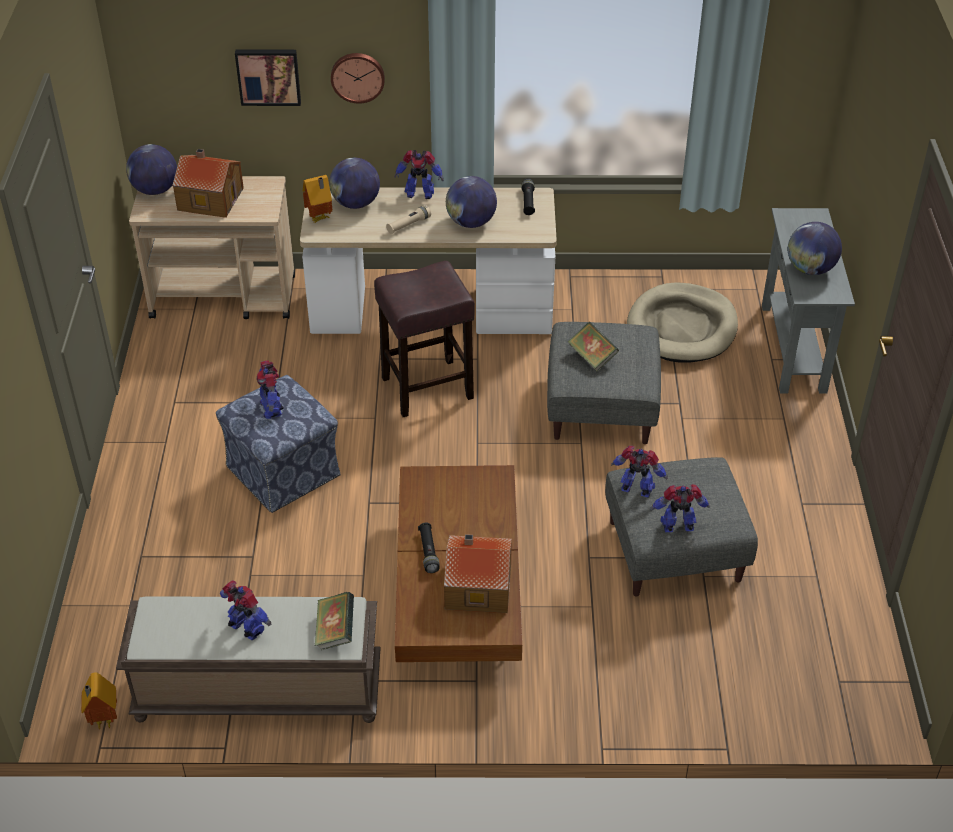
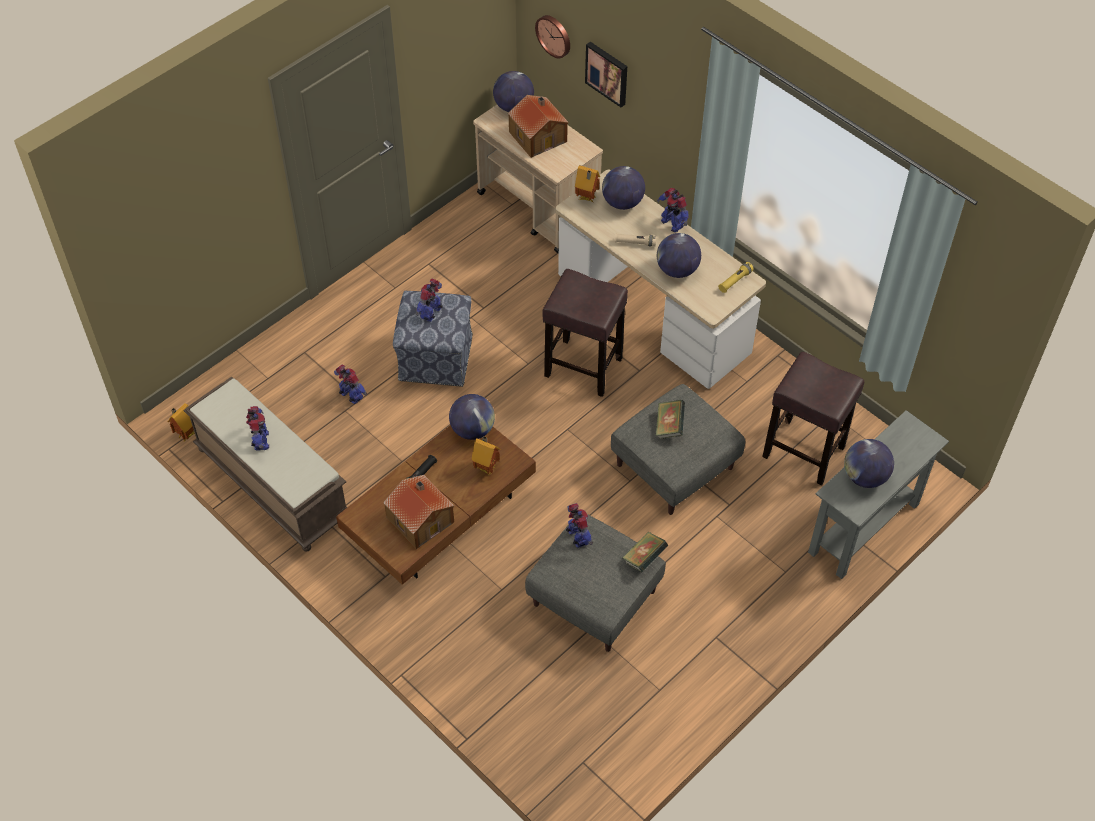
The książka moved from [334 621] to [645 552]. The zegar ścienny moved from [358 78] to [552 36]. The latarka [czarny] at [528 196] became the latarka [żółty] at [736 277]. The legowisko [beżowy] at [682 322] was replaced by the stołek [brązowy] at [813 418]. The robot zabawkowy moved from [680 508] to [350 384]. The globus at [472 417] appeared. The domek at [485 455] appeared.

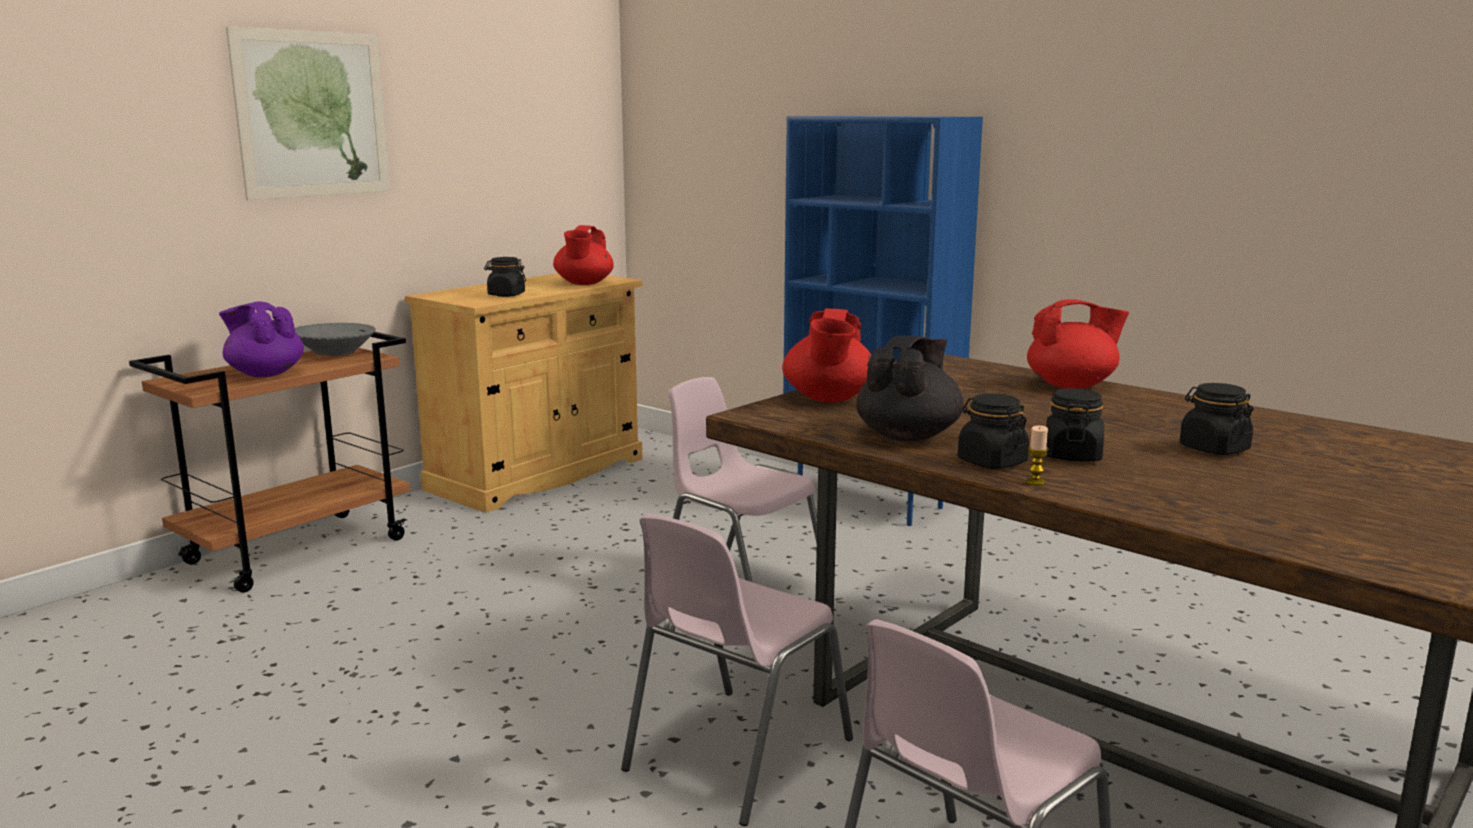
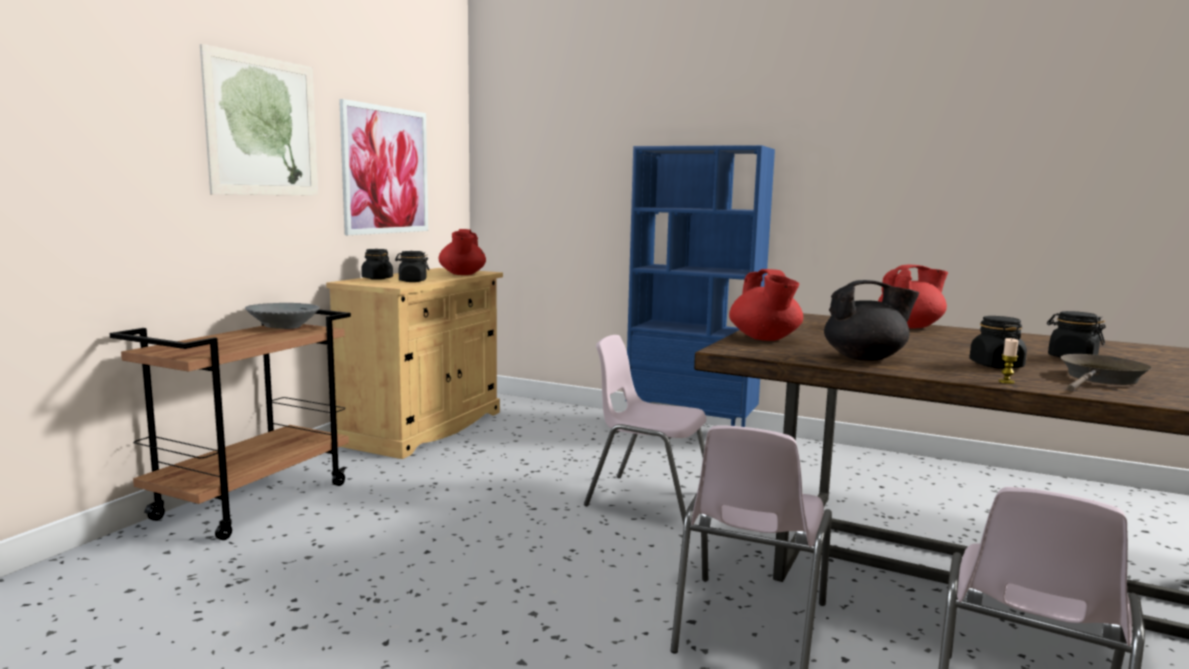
The imbryk [fioletowy] at [261 339] disappeared. The imbryk [czarny] at [910 388] turned 75 degrees clockwise. The słoik [czarny] moved from [993 431] to [377 264]. The obraz at [383 167] appeared. The patelnia [brązowy] at [1106 372] appeared.

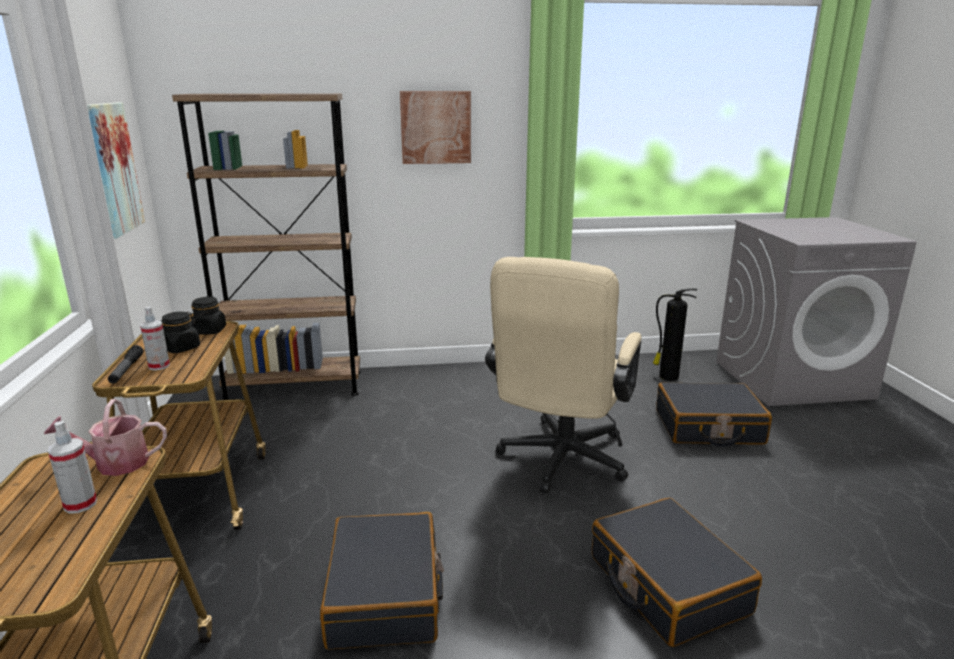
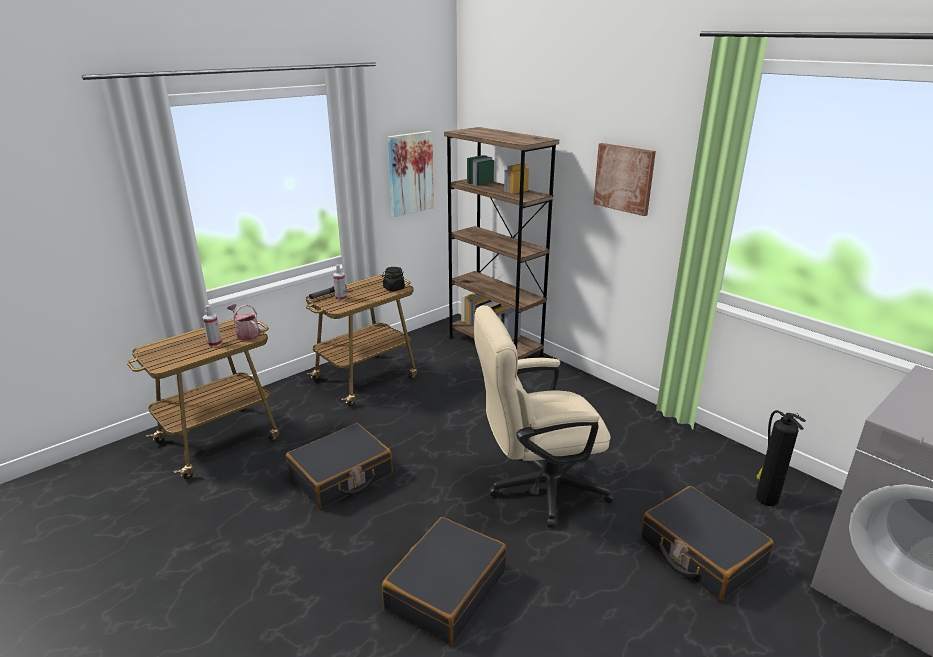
The słoik [czarny] at [180 332] disappeared.

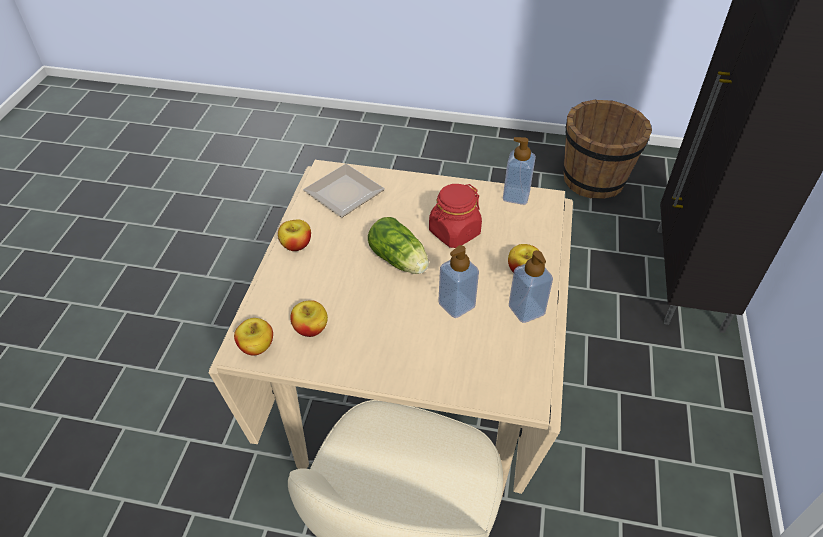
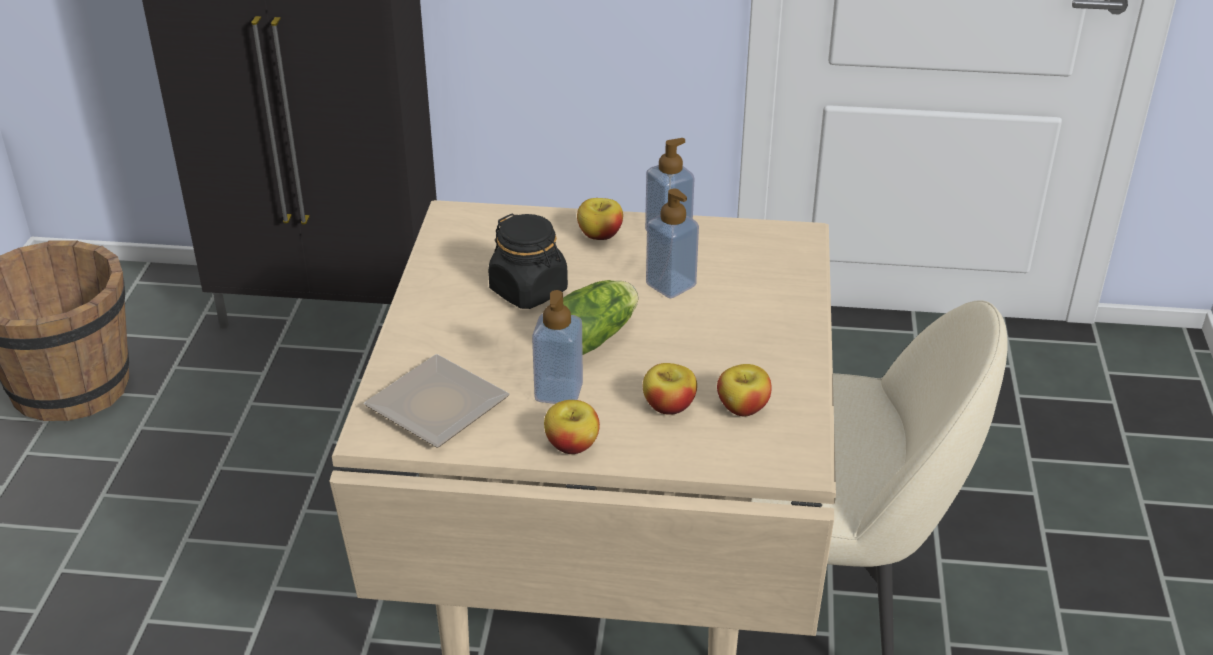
The jabłko moved from [253 337] to [670 389]. The słoik [czerwony] at [455 216] became the słoik [czarny] at [528 261]. The dozownik mydła moved from [519 171] to [557 347].

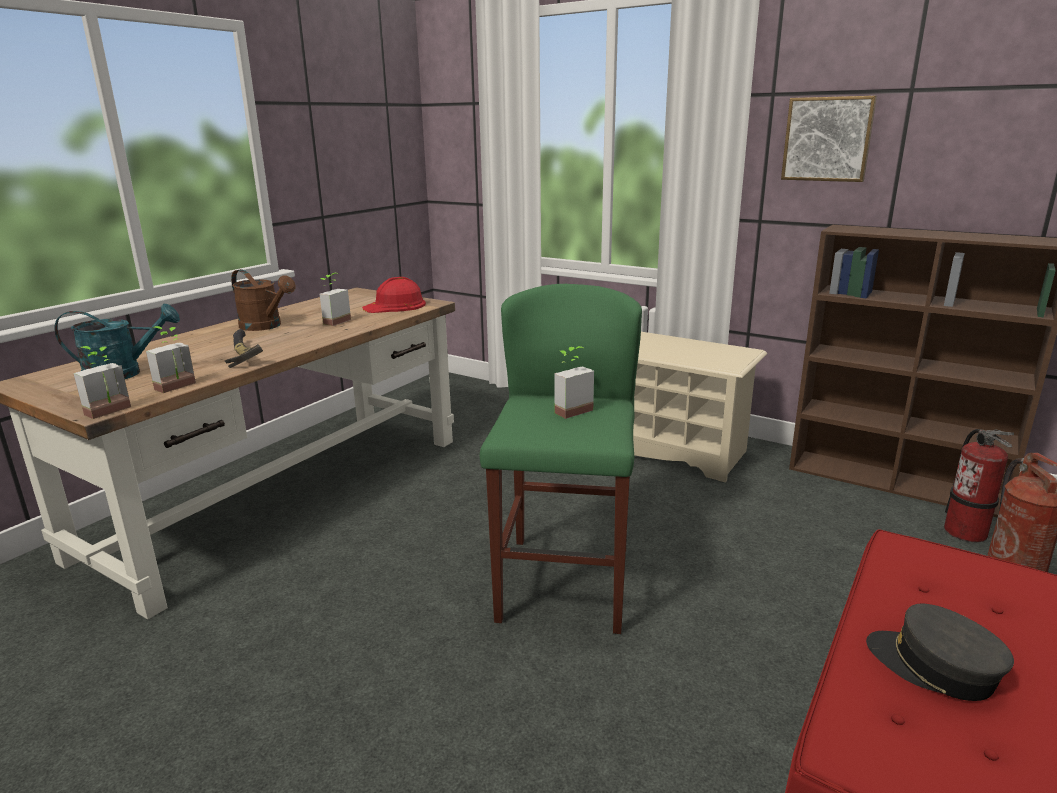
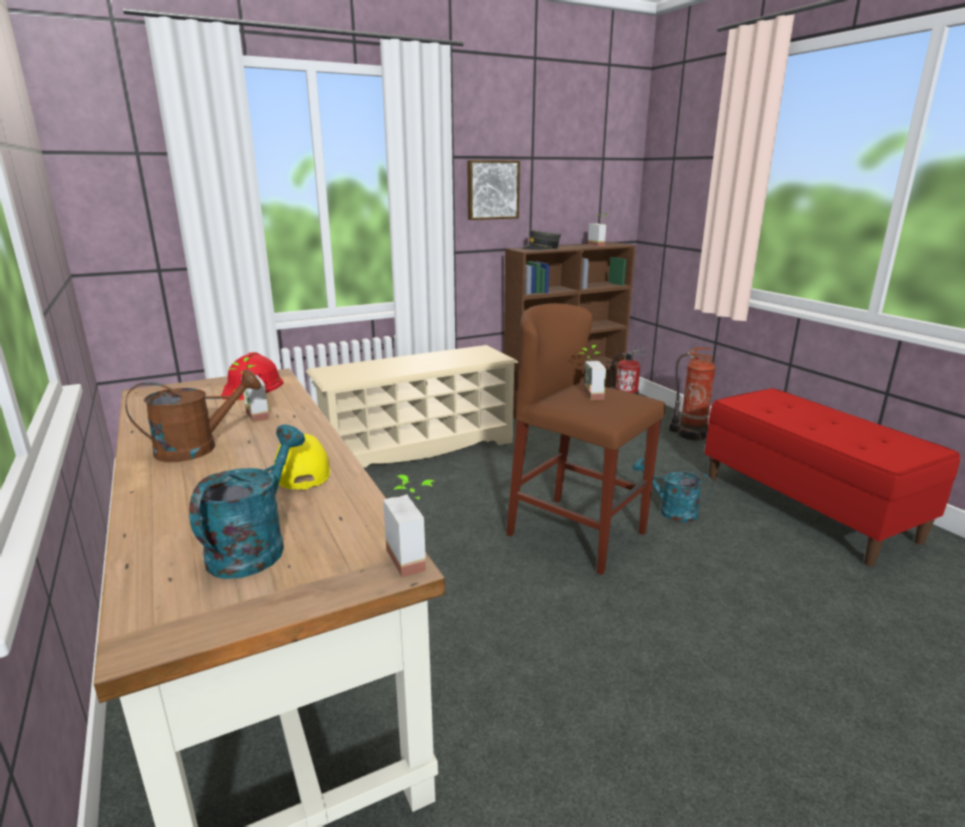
The roślina doniczkowa moved from [171 359] to [598 229]. The młotek at [244 348] was replaced by the czapka z daszkiem [żółty] at [302 462]. The stołek [zielony] at [561 459] became the stołek [brązowy] at [585 439]. The czapka z daszkiem [szary] moved from [940 652] to [541 240]. The konewka [turkusowy] at [672 490] appeared.

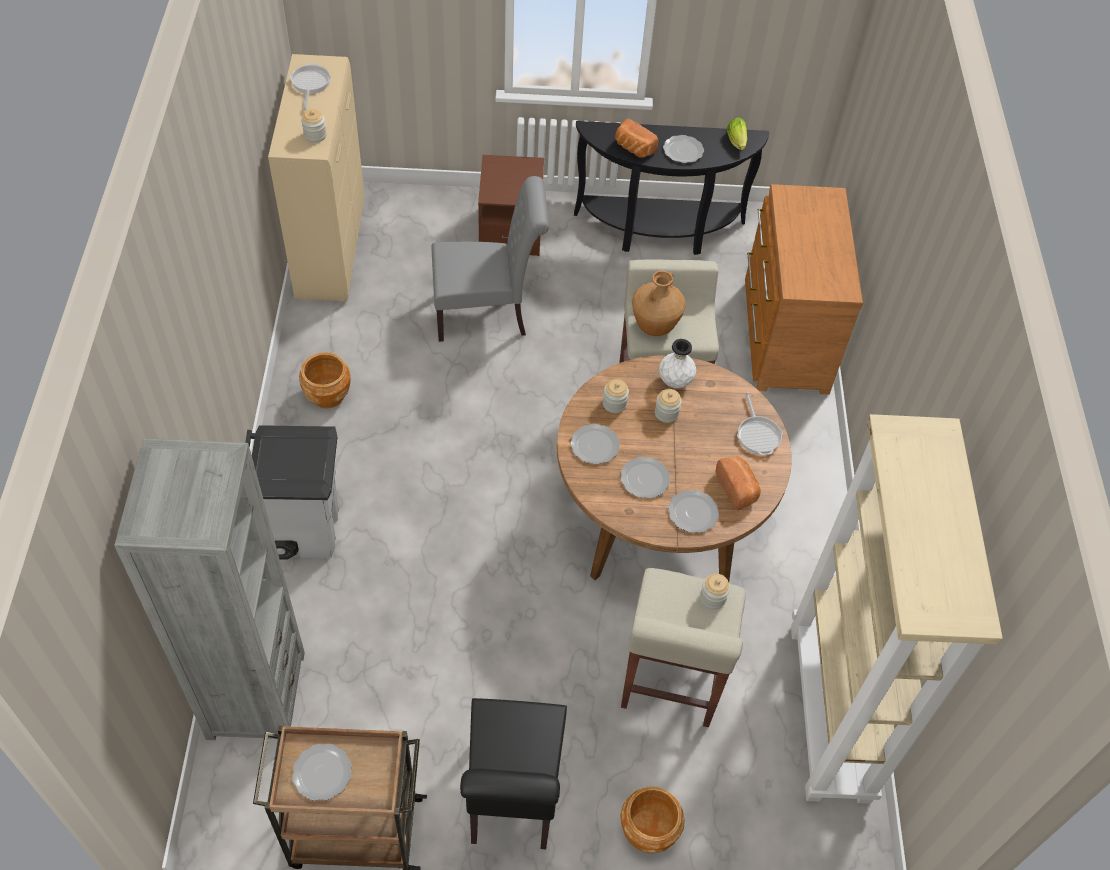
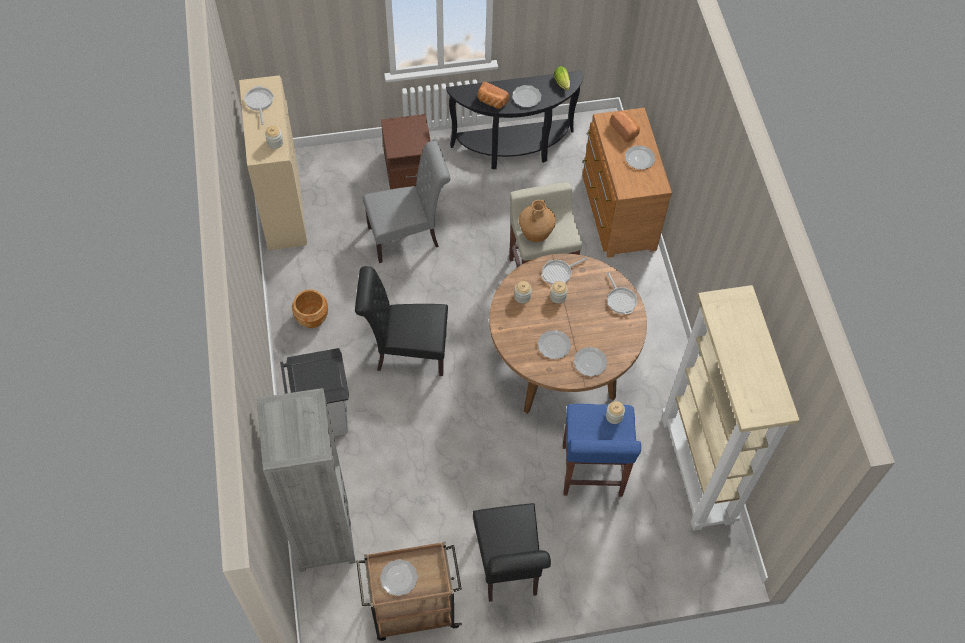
The talerz moved from [595 444] to [640 157]. The donica [brązowy] at [652 819] disappeared. The stołek [beżowy] at [683 647] became the stołek [niebieski] at [602 450]. The wazon [biały] at [677 363] was replaced by the patelnia at [564 271]. The chleb moved from [738 483] to [625 126]. The krzesło [czarny] at [401 321] appeared.

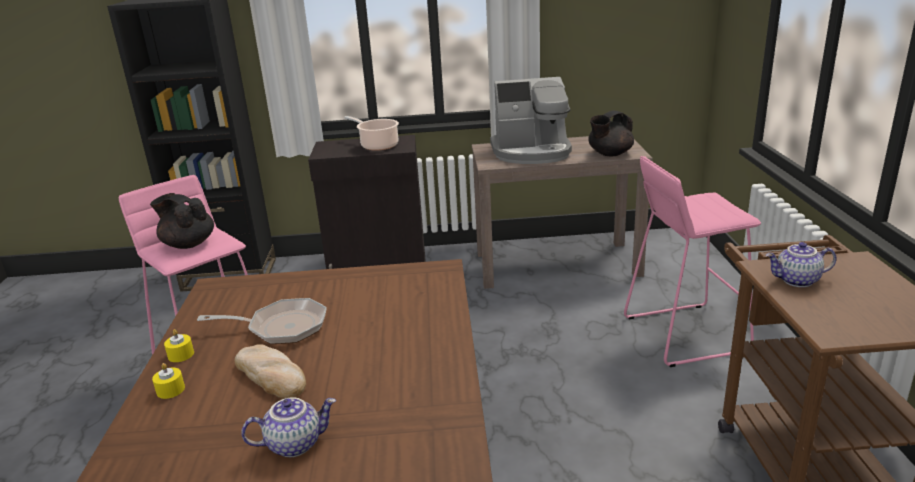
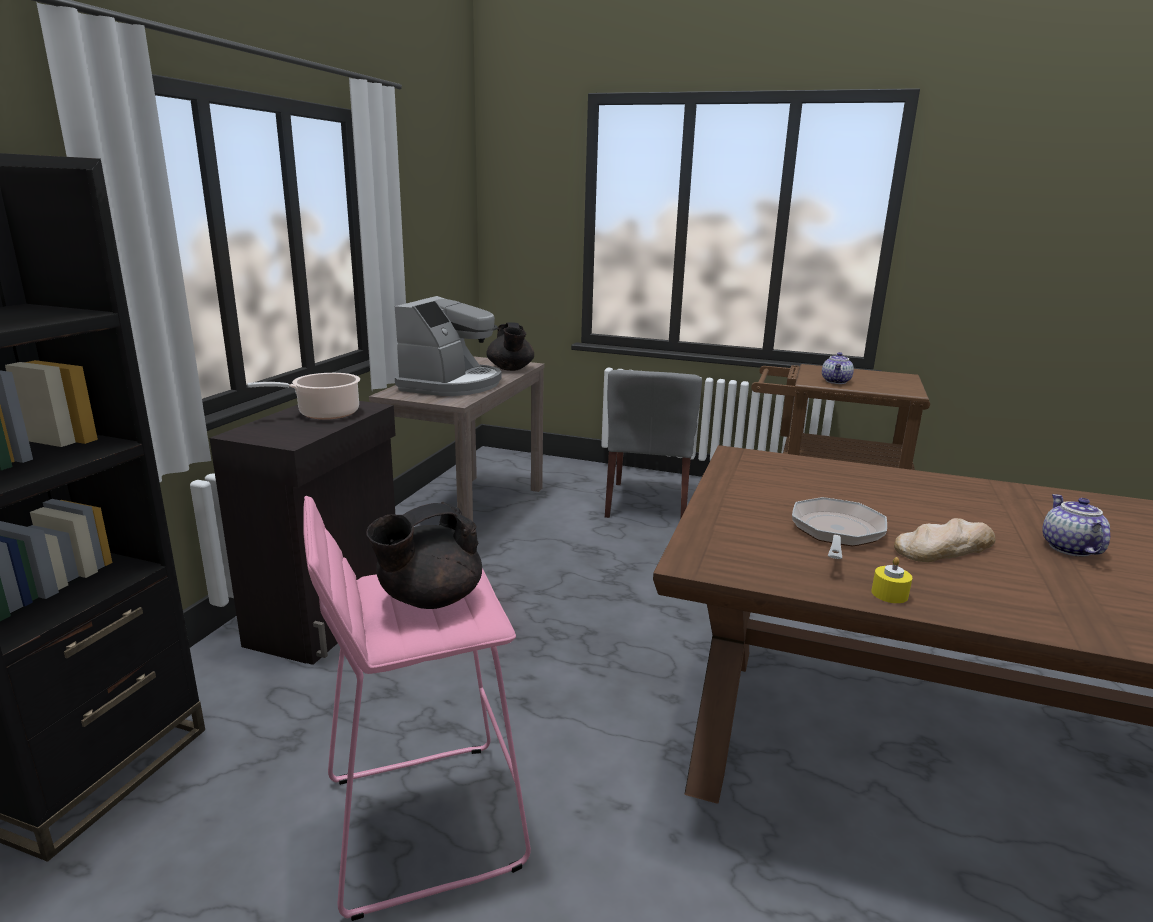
The świeca [żółty] at [168 381] disappeared. The stołek [różowy] at [692 261] was replaced by the krzesło [szary] at [653 444].

